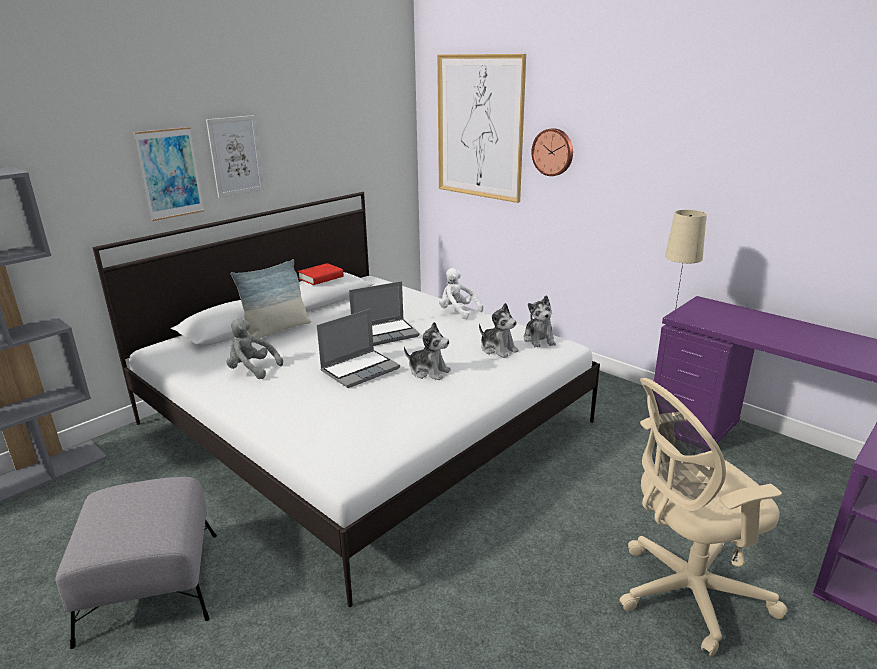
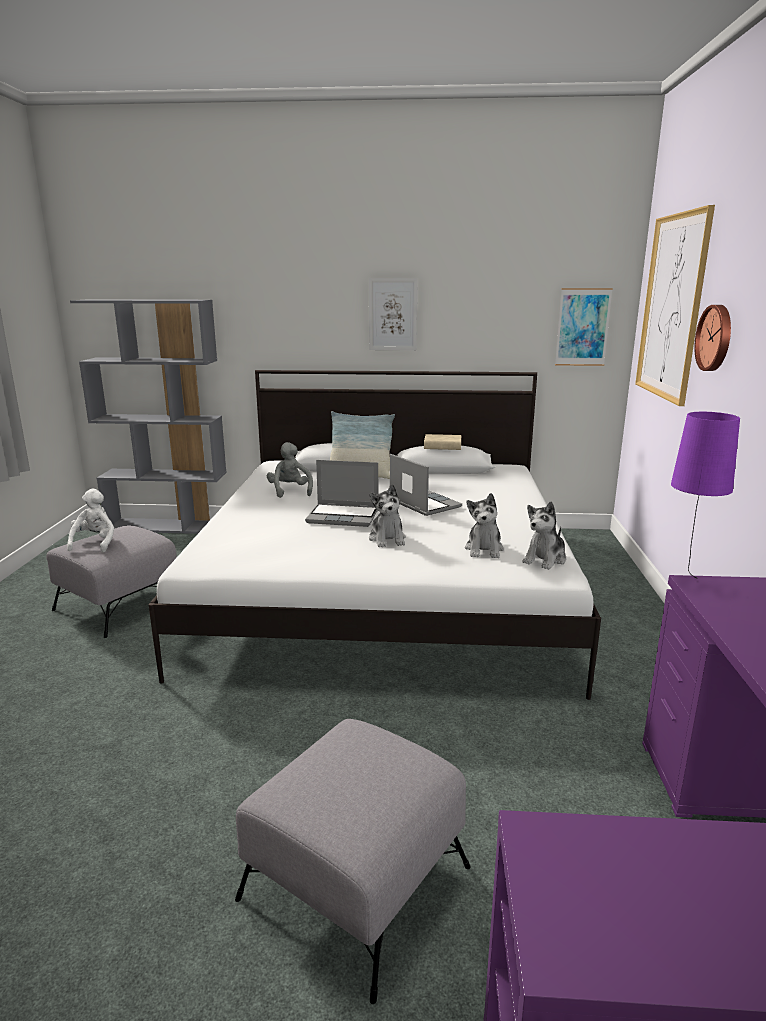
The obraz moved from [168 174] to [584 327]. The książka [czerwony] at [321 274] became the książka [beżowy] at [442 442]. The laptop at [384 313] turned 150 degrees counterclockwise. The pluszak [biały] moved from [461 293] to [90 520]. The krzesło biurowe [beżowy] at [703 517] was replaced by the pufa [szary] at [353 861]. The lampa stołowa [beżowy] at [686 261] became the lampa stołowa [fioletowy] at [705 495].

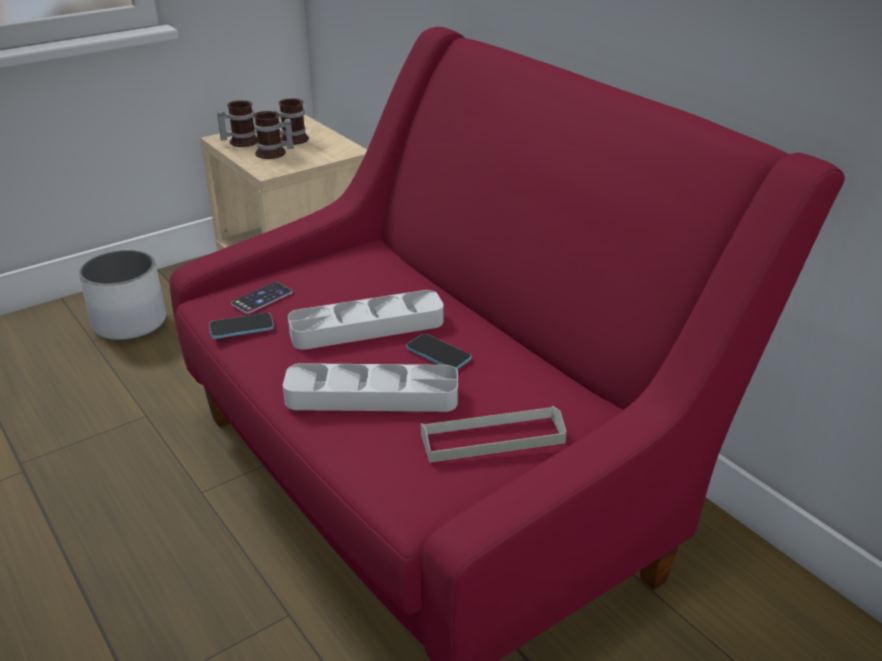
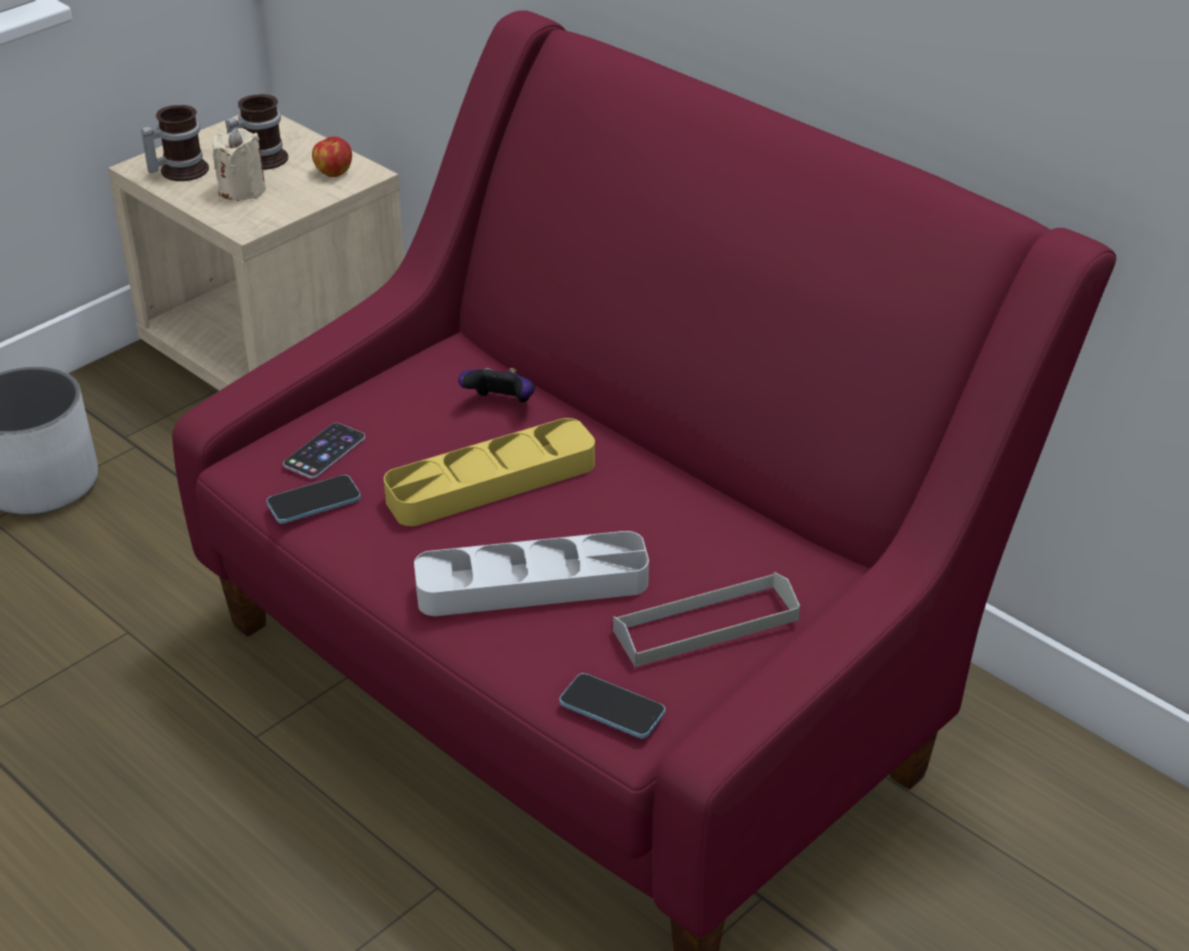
The kubek at [273 135] was replaced by the świeca [beżowy] at [239 164]. The taca [szary] at [366 320] became the taca [żółty] at [489 472]. The telefon moved from [438 351] to [612 705]. The jabłko at [332 156] appeared. The pad do gier at [496 385] appeared.

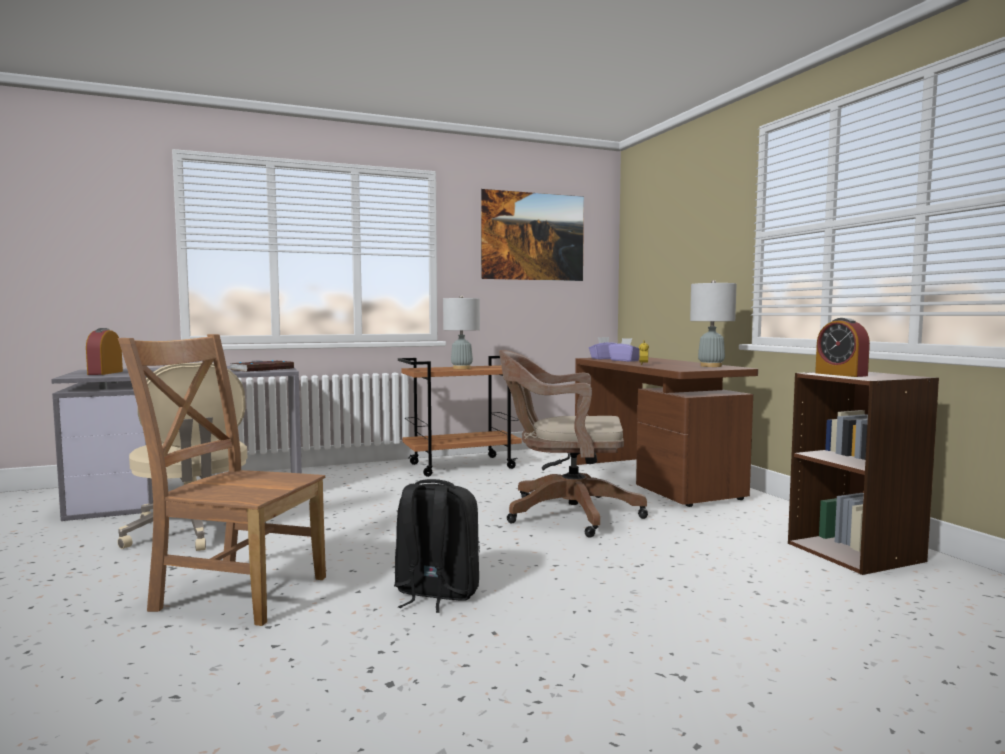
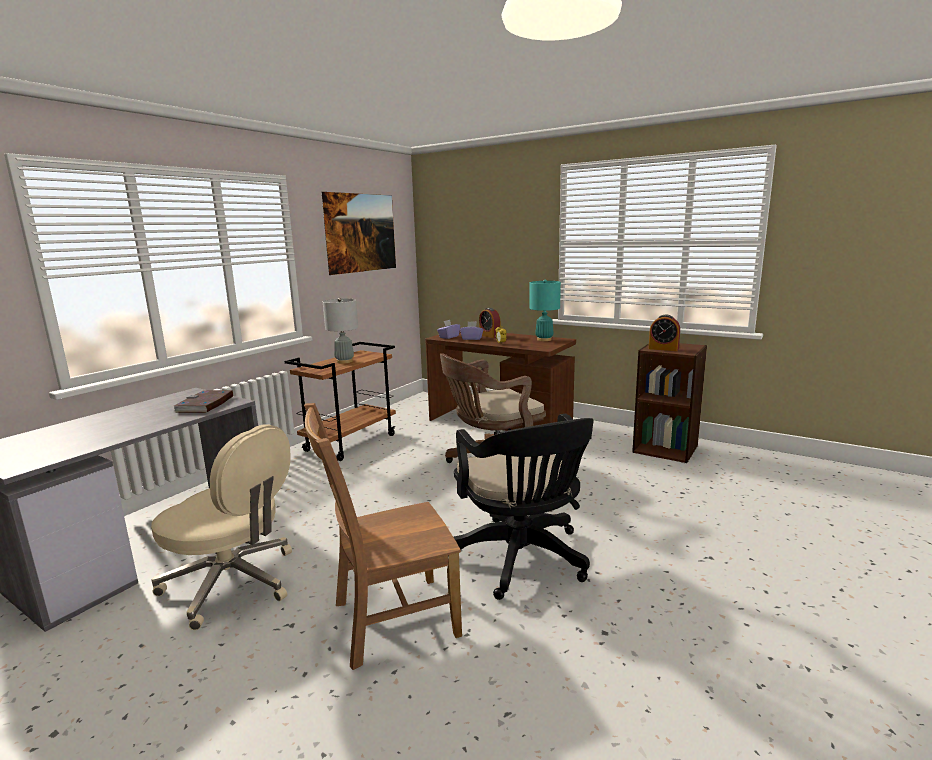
The budzik moved from [104 351] to [490 323]. The plecak [czarny] at [437 546] was replaced by the krzesło biurowe [czarny] at [524 507]. The lampa stołowa [szary] at [713 323] became the lampa stołowa [turkusowy] at [545 310].

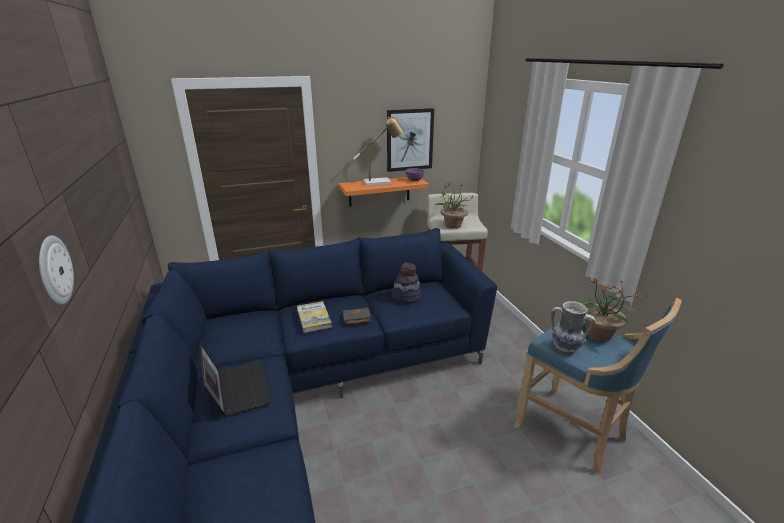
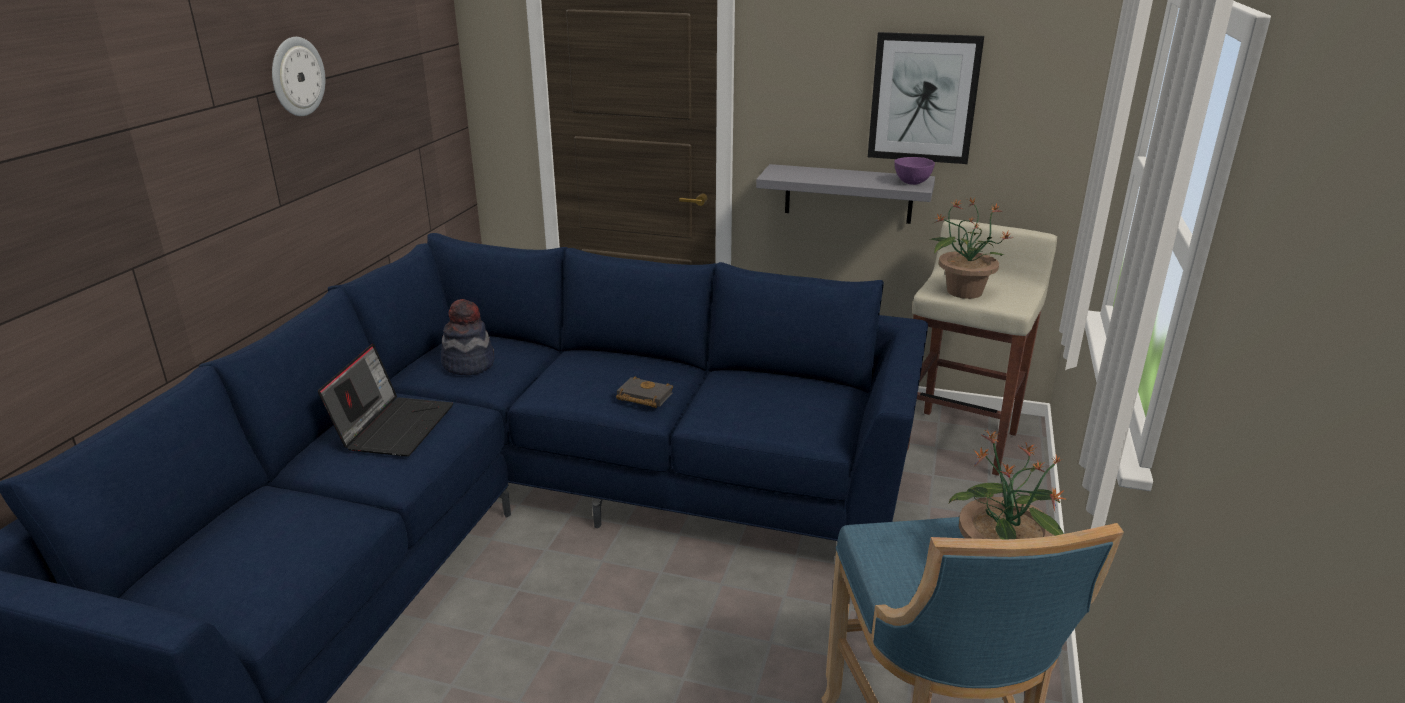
The zegar ścienny moved from [56 270] to [298 76]. The książka at [314 317] disappeared. The półka [pomarańczowy] at [384 192] became the półka [szary] at [845 194]. The lampa stołowa at [378 151] disappeared. The kapelusz moved from [406 283] to [468 337]. The wazon at [573 328] disappeared.

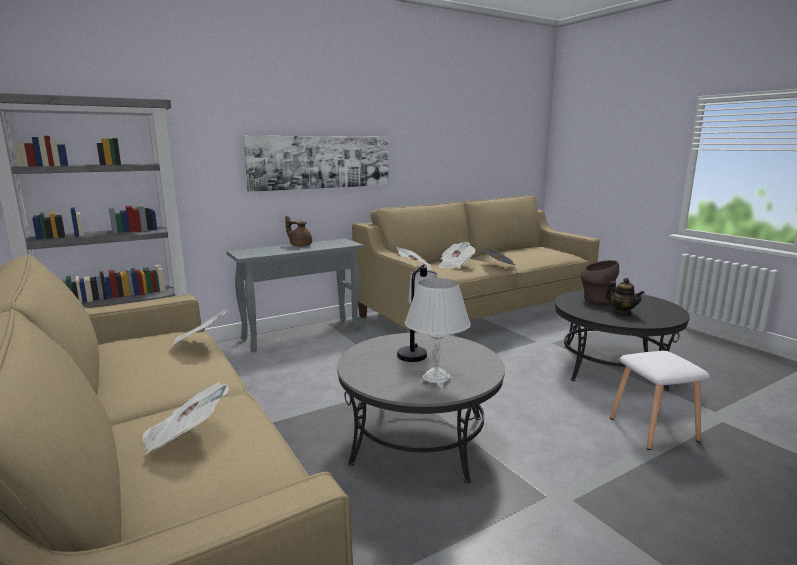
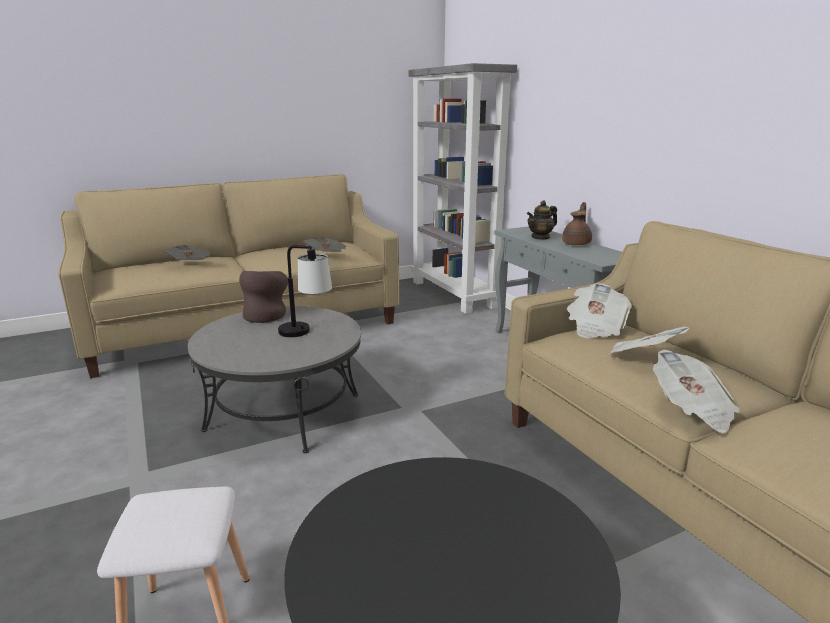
The obraz at [315 164] disappeared. The lampa stołowa [biały] at [438 333] disappeared. The wazon [brązowy] moved from [599 282] to [263 297]. The imbryk moved from [624 296] to [542 220].

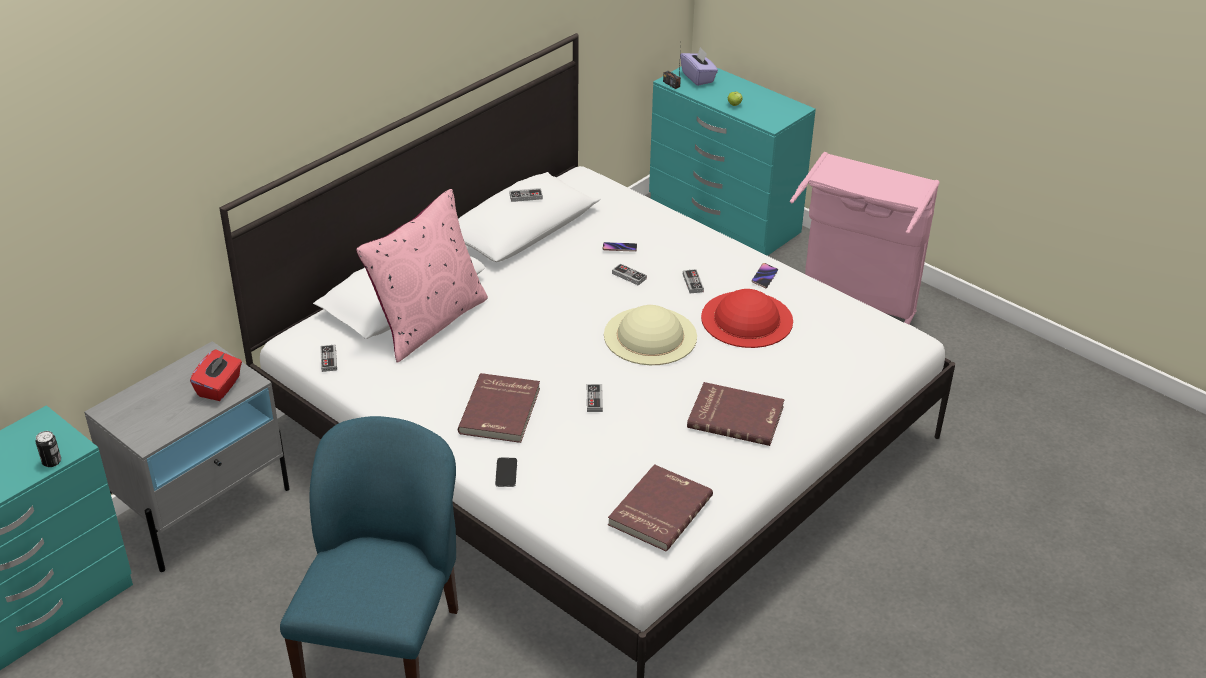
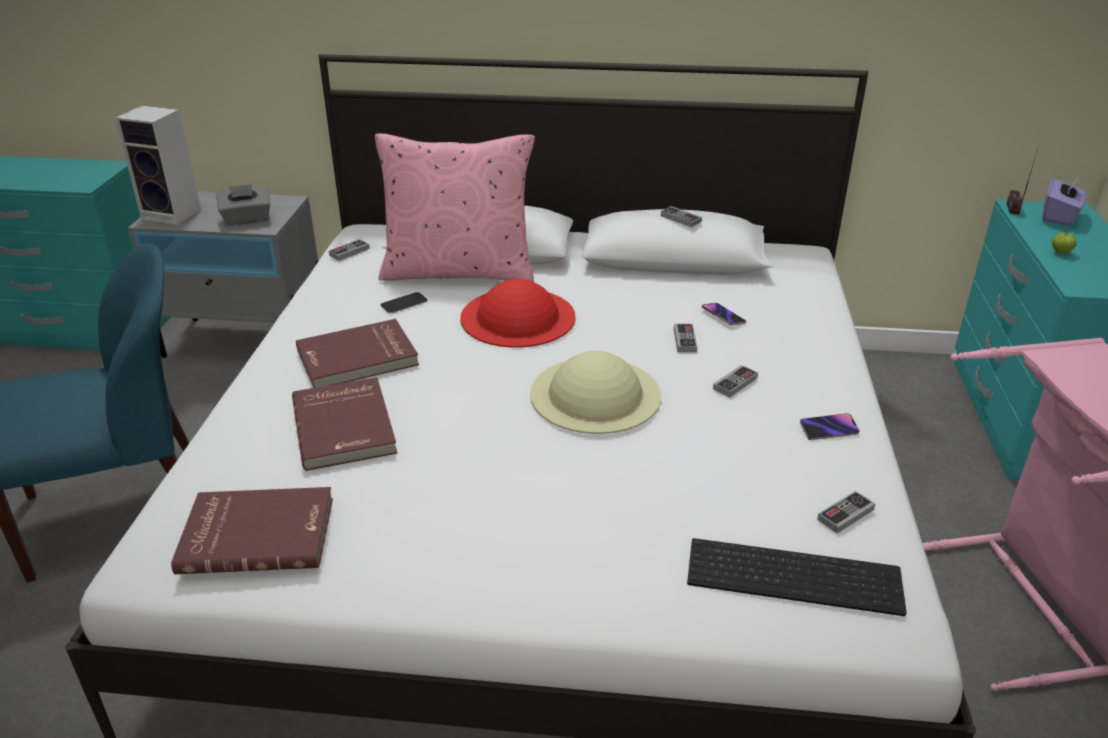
The puszka at [48 449] disappeared. The pudełko chusteczek [czerwony] at [216 375] became the pudełko chusteczek [szary] at [243 205]. The telefon moved from [506 472] to [404 302]. The pad do gier moved from [595 398] to [846 512]. The książka [czerwony] moved from [736 414] to [344 424]. The kapelusz [czerwony] moved from [747 318] to [518 313]. The głośnik at [158 165] appeared. The klawiatura at [797 577] appeared.

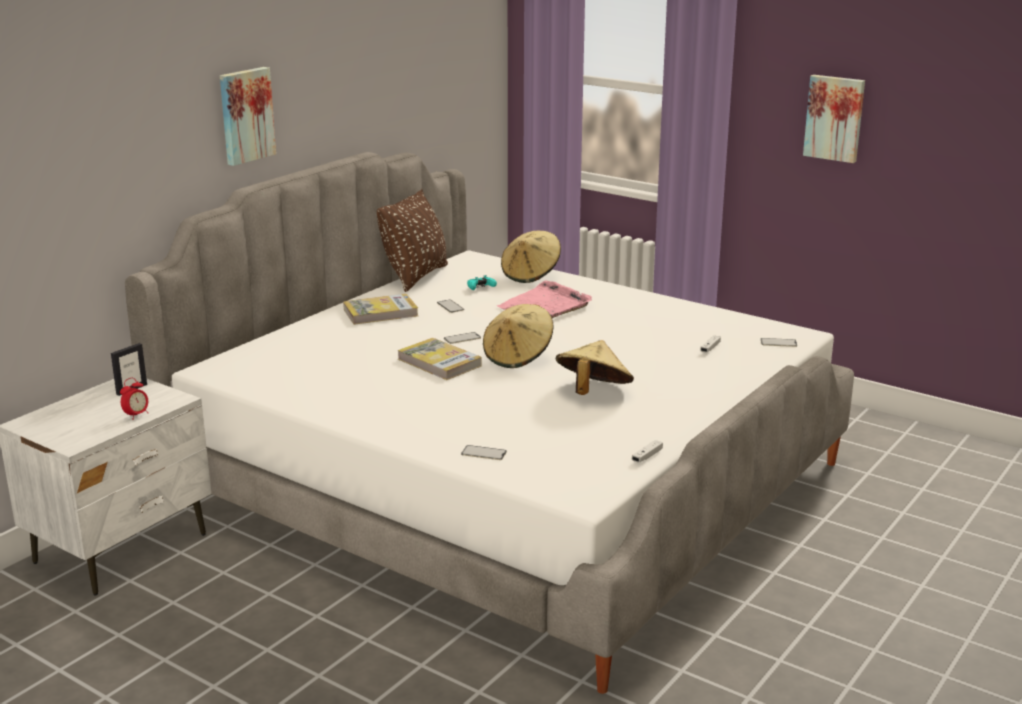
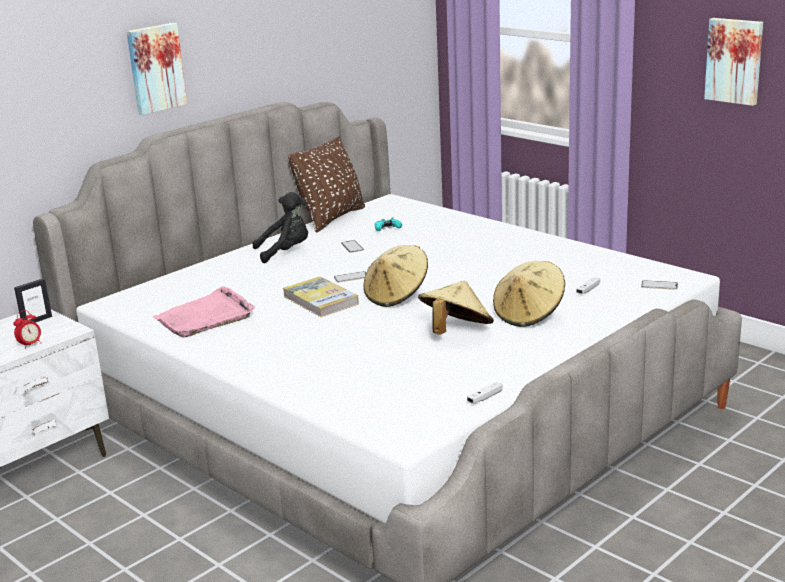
The książka at [380 309] was replaced by the pluszak [czarny] at [280 227]. The telefon at [484 452] disappeared. The taca [różowy] moved from [544 299] to [204 312]. The kapelusz [beżowy] moved from [531 257] to [529 294].

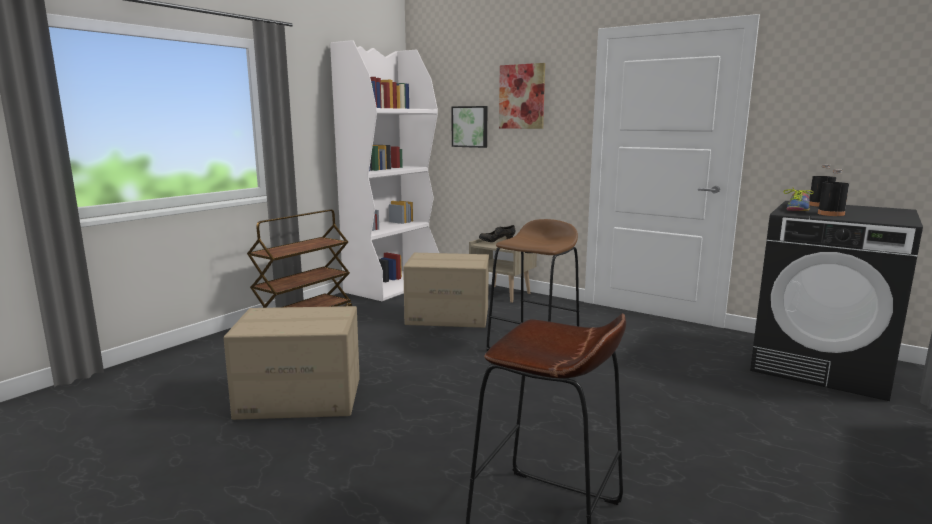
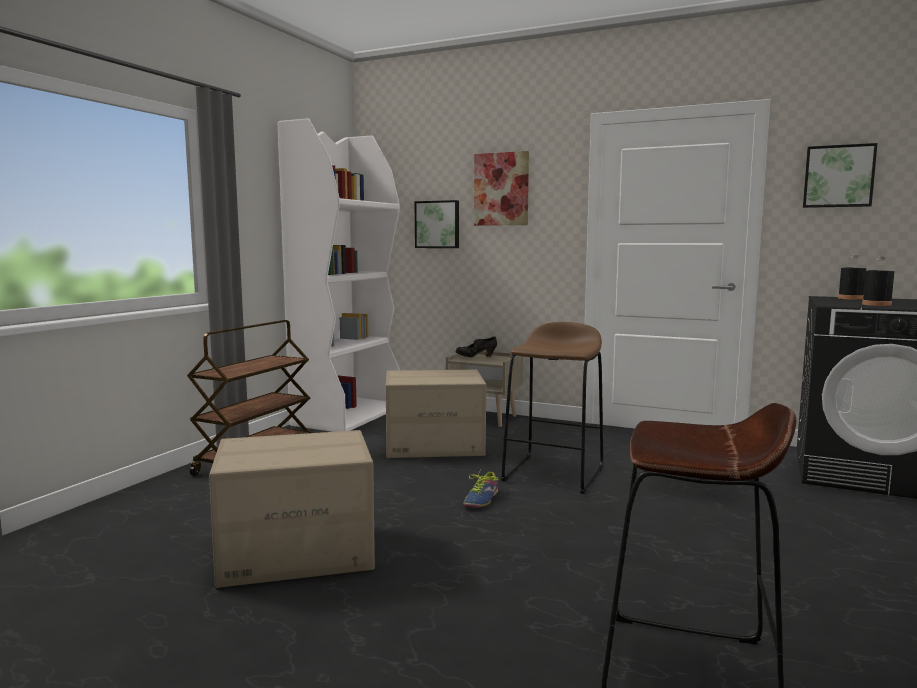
The but moved from [798 199] to [481 489]. The obraz at [840 175] appeared.

